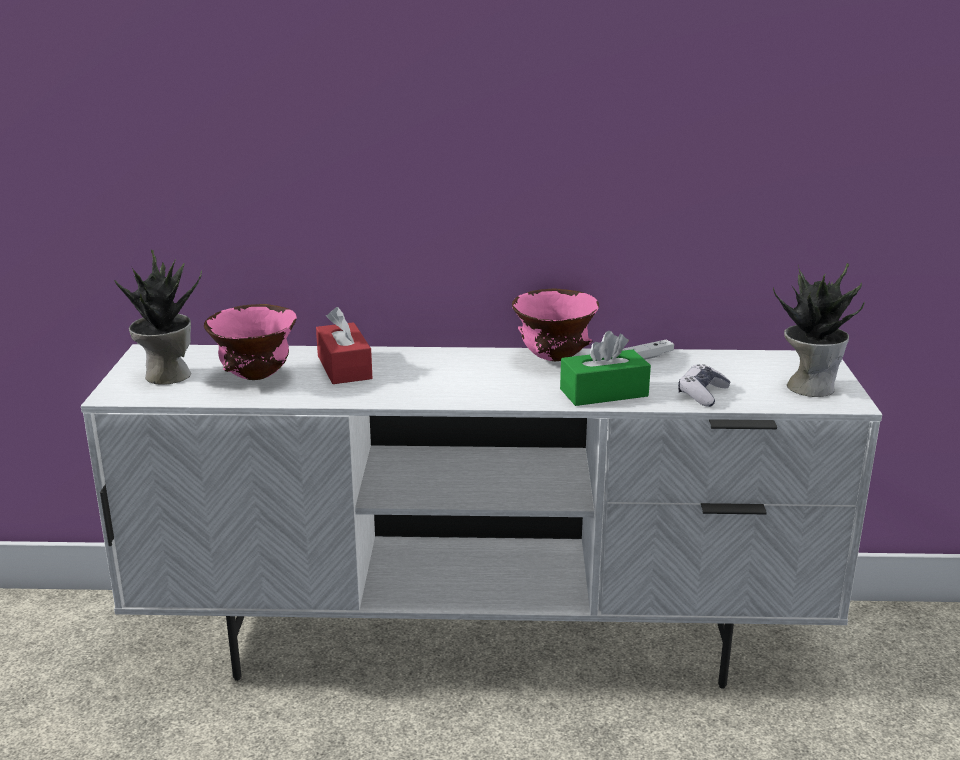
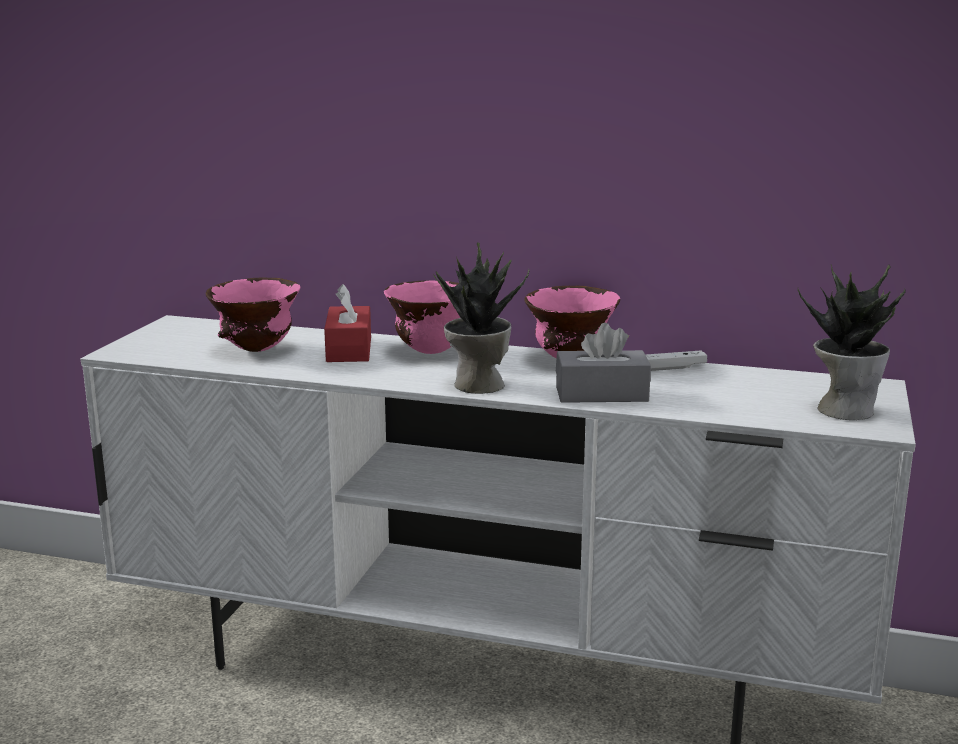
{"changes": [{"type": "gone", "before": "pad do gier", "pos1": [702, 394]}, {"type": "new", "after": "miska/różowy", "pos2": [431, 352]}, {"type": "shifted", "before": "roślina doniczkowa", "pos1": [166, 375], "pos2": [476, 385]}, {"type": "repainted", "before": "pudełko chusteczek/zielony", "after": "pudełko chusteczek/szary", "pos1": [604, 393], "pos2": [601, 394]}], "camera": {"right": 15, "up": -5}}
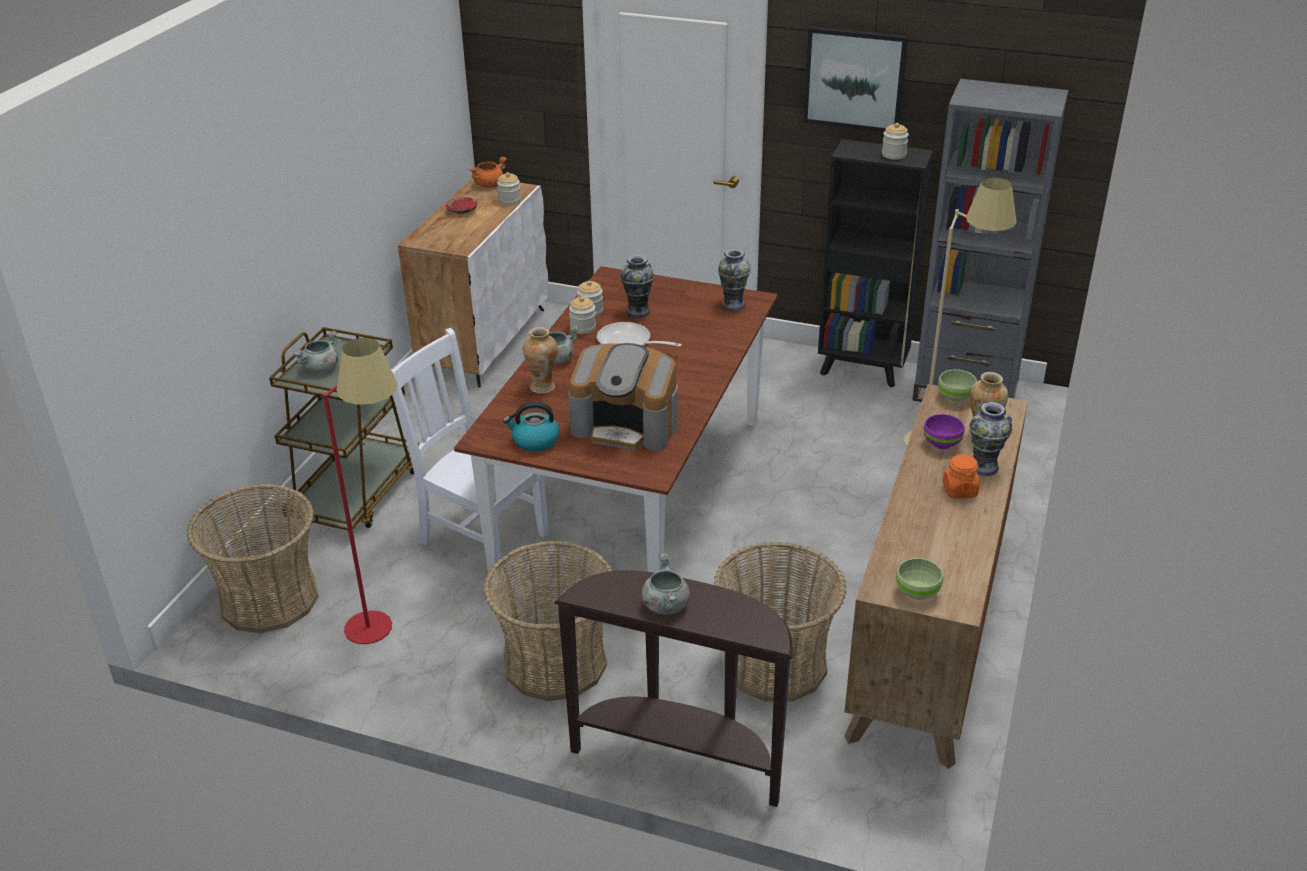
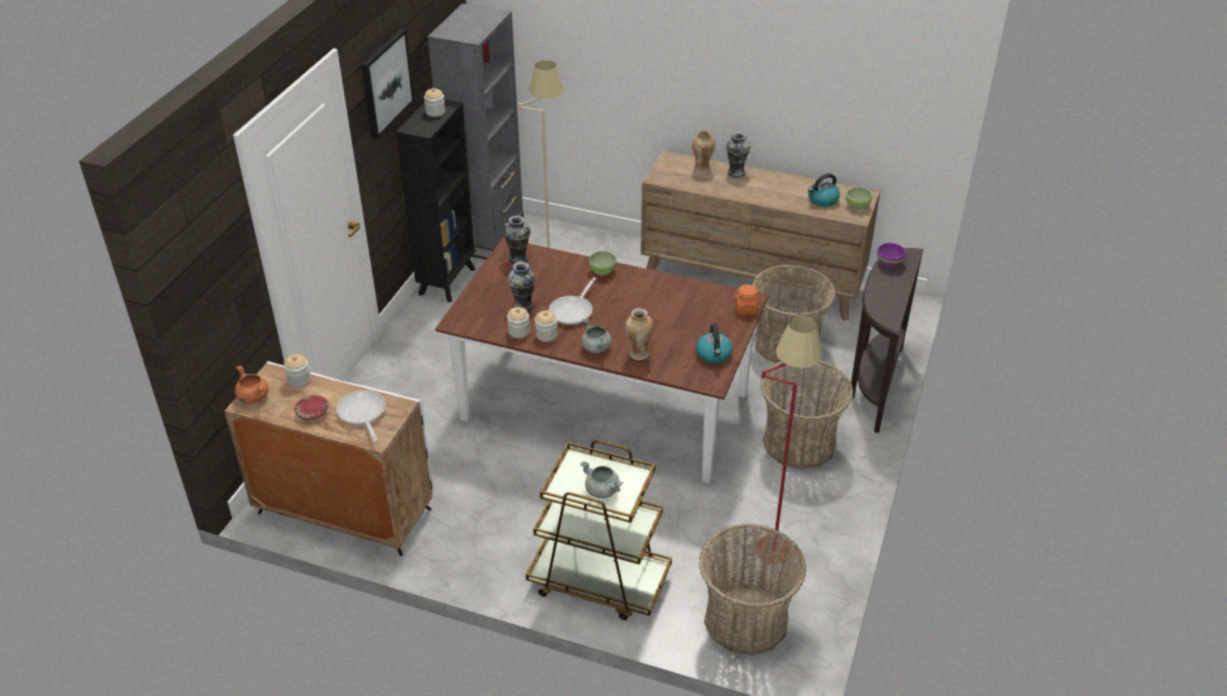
{"changes": [{"type": "gone", "before": "krzesło/biały", "pos1": [480, 536]}, {"type": "gone", "before": "ekspres do kawy", "pos1": [626, 425]}, {"type": "gone", "before": "garnek/szary", "pos1": [665, 605]}, {"type": "new", "after": "patelnia", "pos2": [362, 414]}, {"type": "new", "after": "czajnik", "pos2": [822, 200]}, {"type": "shifted", "before": "miska/fioletowy", "pos1": [941, 443], "pos2": [889, 263]}, {"type": "shifted", "before": "miska/zielony", "pos1": [956, 397], "pos2": [602, 271]}, {"type": "shifted", "before": "słoik/pomarańczowy", "pos1": [959, 490], "pos2": [745, 309]}], "camera": {"right": -90, "up": 5}}
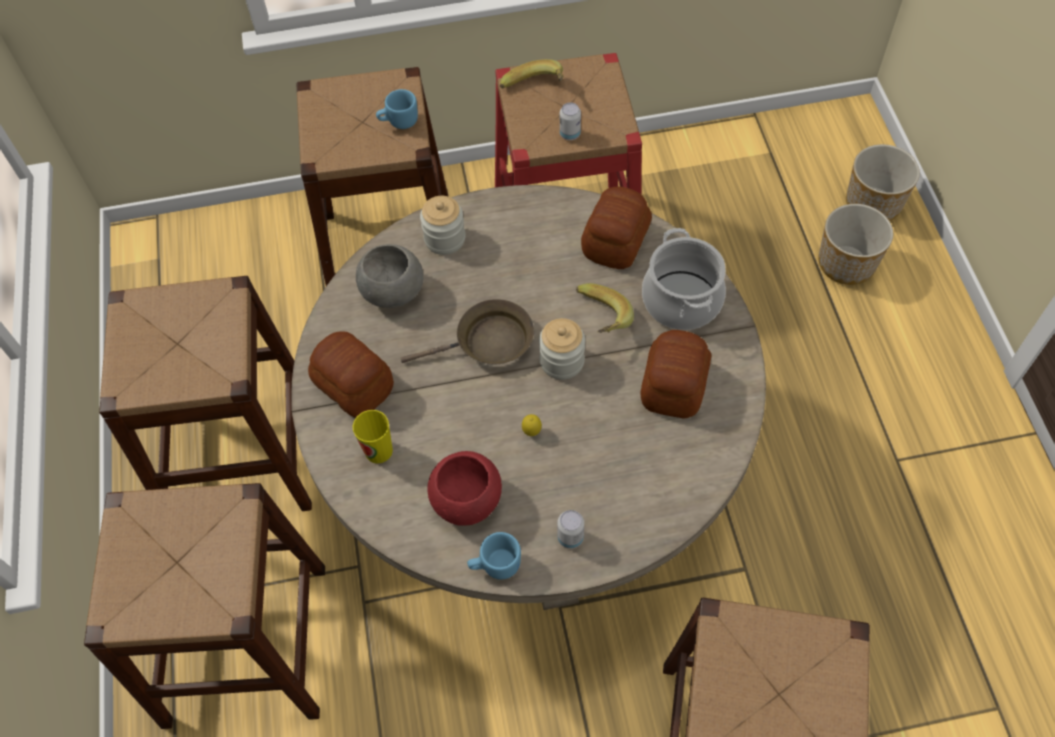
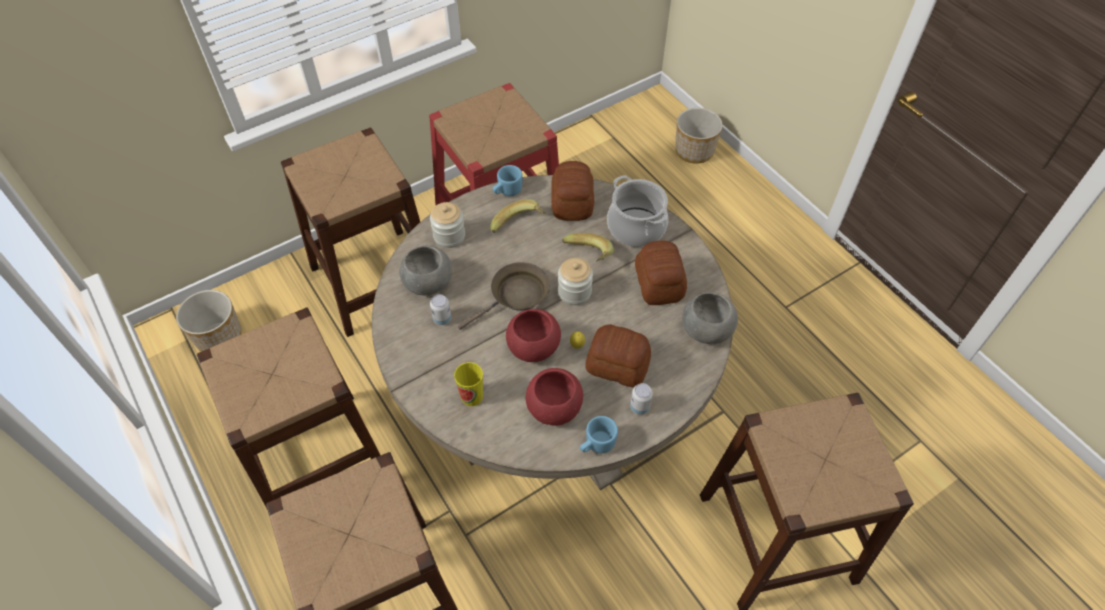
{"changes": [{"type": "new", "after": "miska/czerwony", "pos2": [534, 348]}, {"type": "new", "after": "miska/szary", "pos2": [706, 331]}, {"type": "shifted", "before": "chleb", "pos1": [354, 383], "pos2": [617, 364]}, {"type": "shifted", "before": "kubek/niebieski", "pos1": [398, 121], "pos2": [507, 191]}, {"type": "shifted", "before": "banan", "pos1": [535, 90], "pos2": [519, 226]}, {"type": "shifted", "before": "puszka", "pos1": [570, 134], "pos2": [442, 319]}, {"type": "shifted", "before": "donica", "pos1": [847, 264], "pos2": [219, 337]}], "camera": {"right": -25, "up": -5}}
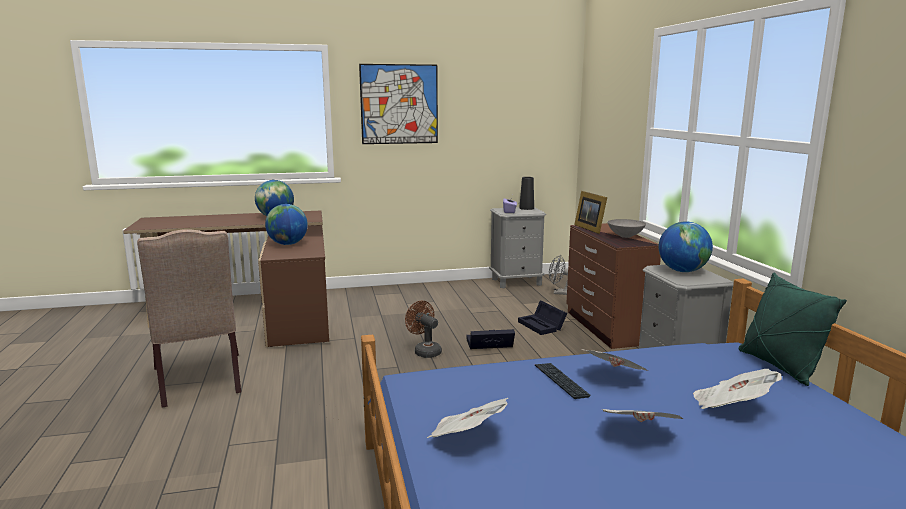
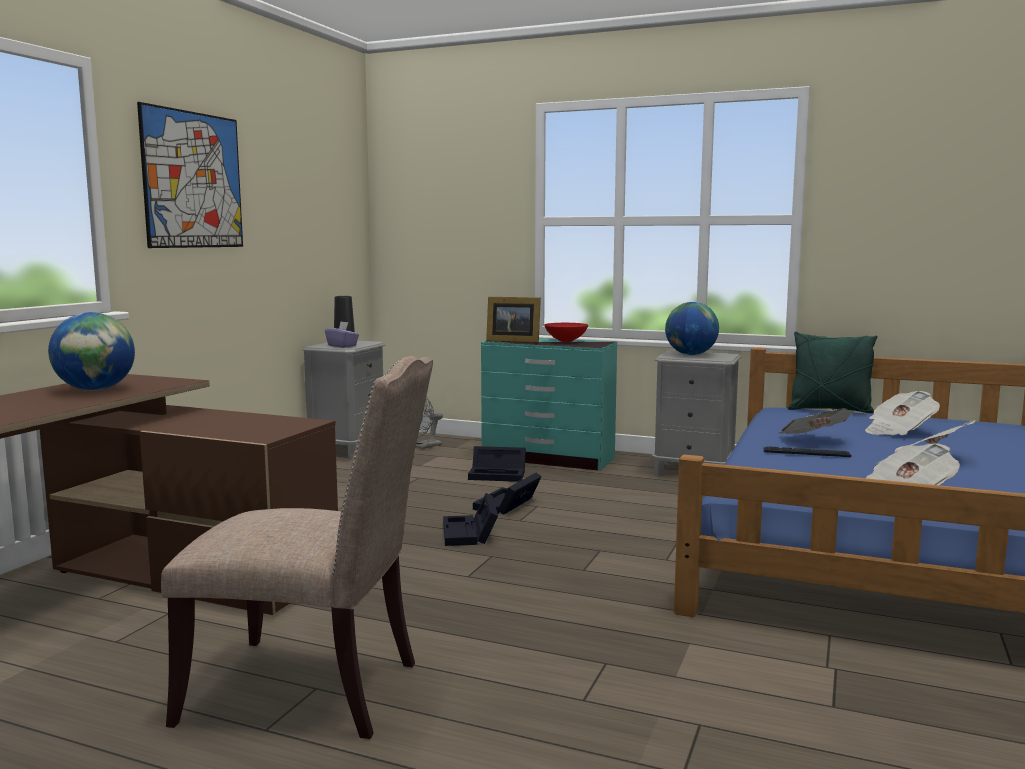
{"changes": [{"type": "gone", "before": "globus", "pos1": [287, 244]}, {"type": "swapped", "before": "wentylator/brązowy", "after": "pojemnik do przechowywania/czarny", "pos1": [425, 351], "pos2": [470, 534]}, {"type": "repainted", "before": "komoda/brązowy", "after": "komoda/turkusowy", "pos1": [605, 327], "pos2": [548, 458]}, {"type": "repainted", "before": "miska/szary", "after": "miska/czerwony", "pos1": [626, 236], "pos2": [566, 341]}], "camera": {"right": -55, "up": -5}}
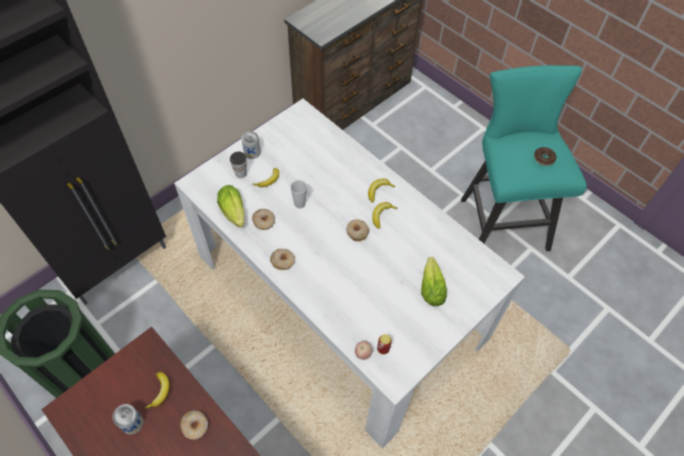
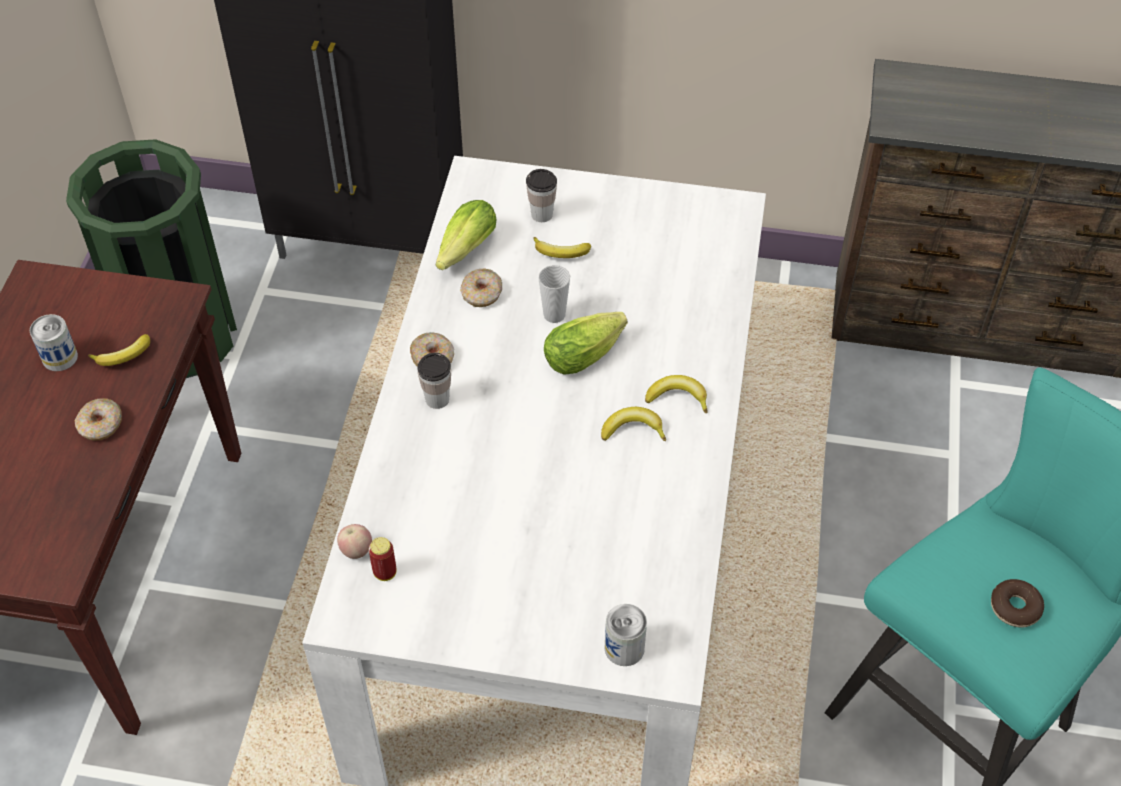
{"changes": [{"type": "gone", "before": "donut", "pos1": [357, 232]}, {"type": "new", "after": "filiżanka", "pos2": [437, 399]}, {"type": "shifted", "before": "puszka", "pos1": [252, 152], "pos2": [624, 648]}, {"type": "shifted", "before": "sałata", "pos1": [431, 286], "pos2": [587, 353]}], "camera": {"right": 55, "up": -5}}
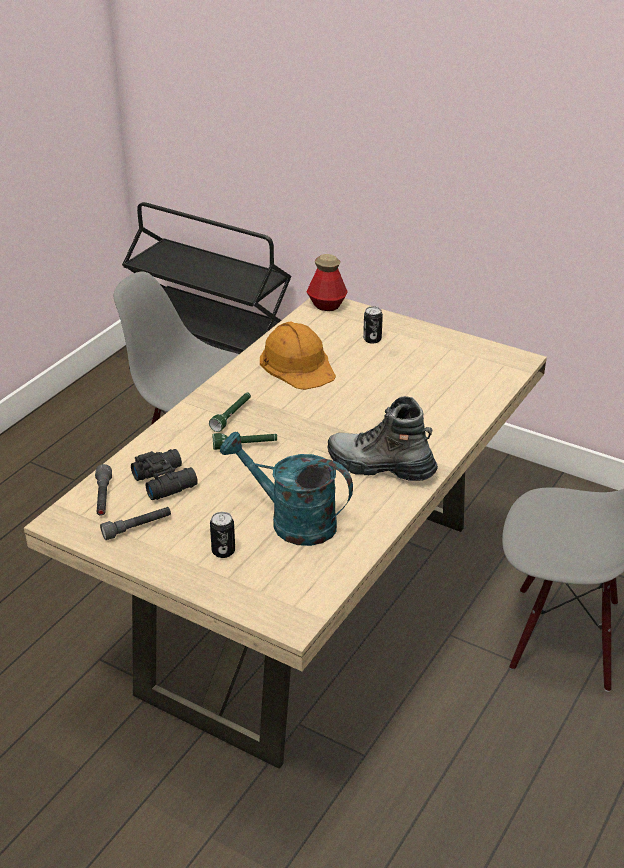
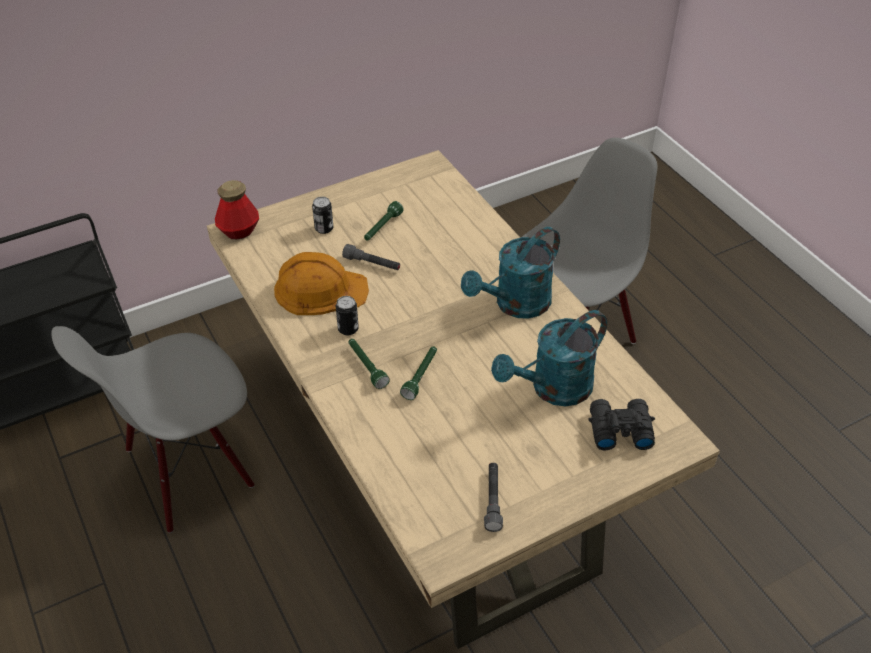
{"changes": [{"type": "new", "after": "latarka/zielony", "pos2": [382, 227]}, {"type": "shifted", "before": "latarka/szary", "pos1": [103, 497], "pos2": [372, 264]}, {"type": "shifted", "before": "lornetka/czarny", "pos1": [165, 481], "pos2": [618, 429]}, {"type": "shifted", "before": "puszka", "pos1": [223, 551], "pos2": [348, 329]}, {"type": "swapped", "before": "but z cholewką", "after": "konewka/turkusowy", "pos1": [380, 466], "pos2": [515, 305]}], "camera": {"right": -60, "up": 10}}
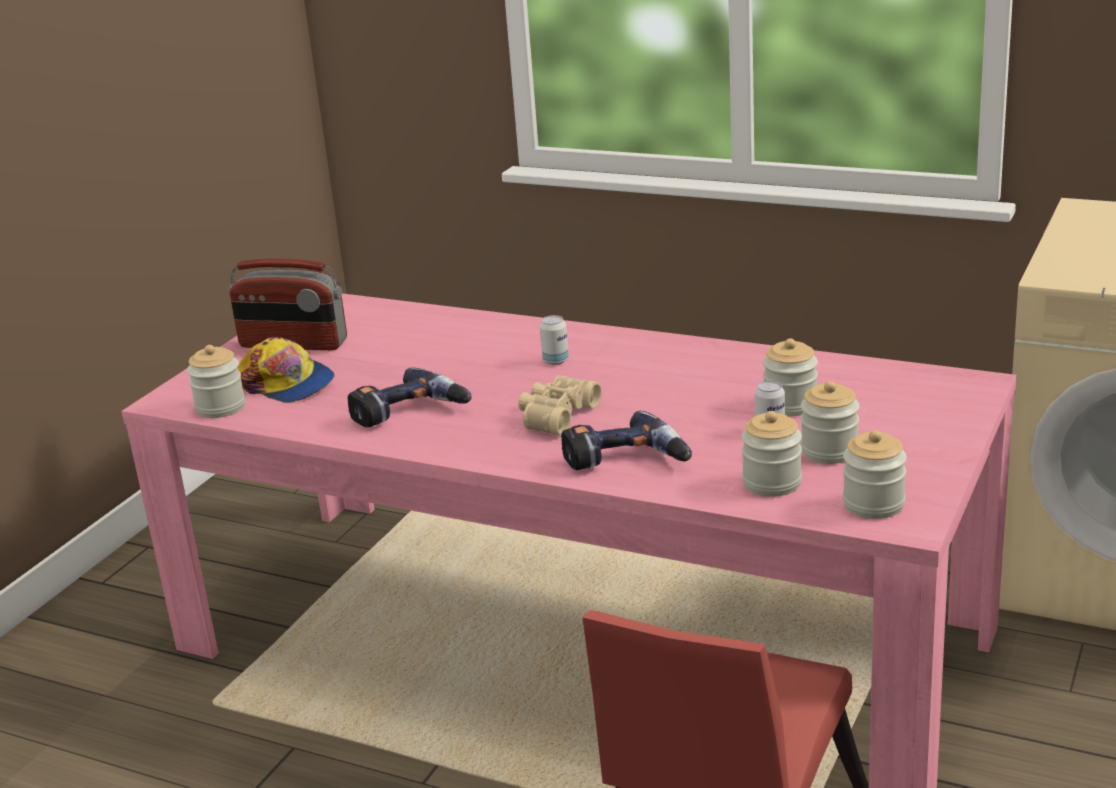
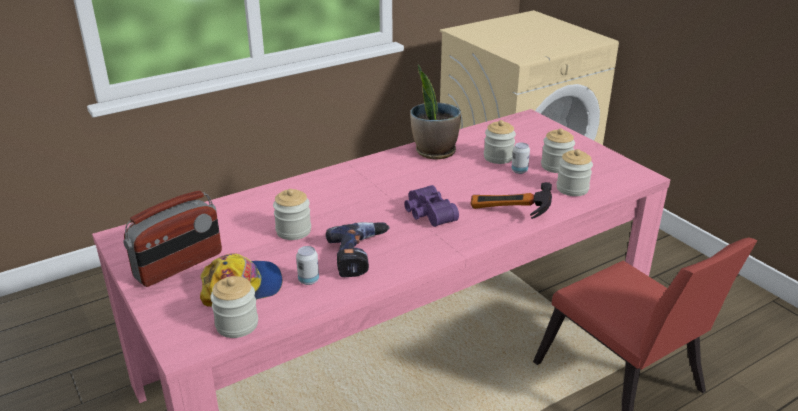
{"changes": [{"type": "new", "after": "roślina doniczkowa", "pos2": [434, 151]}, {"type": "shifted", "before": "puszka", "pos1": [555, 361], "pos2": [308, 280]}, {"type": "shifted", "before": "słoik", "pos1": [873, 504], "pos2": [293, 231]}, {"type": "swapped", "before": "wiertarka", "after": "młotek", "pos1": [626, 463], "pos2": [509, 214]}, {"type": "repainted", "before": "lornetka/beżowy", "after": "lornetka/fioletowy", "pos1": [555, 416], "pos2": [427, 214]}], "camera": {"right": -60, "up": 5}}
